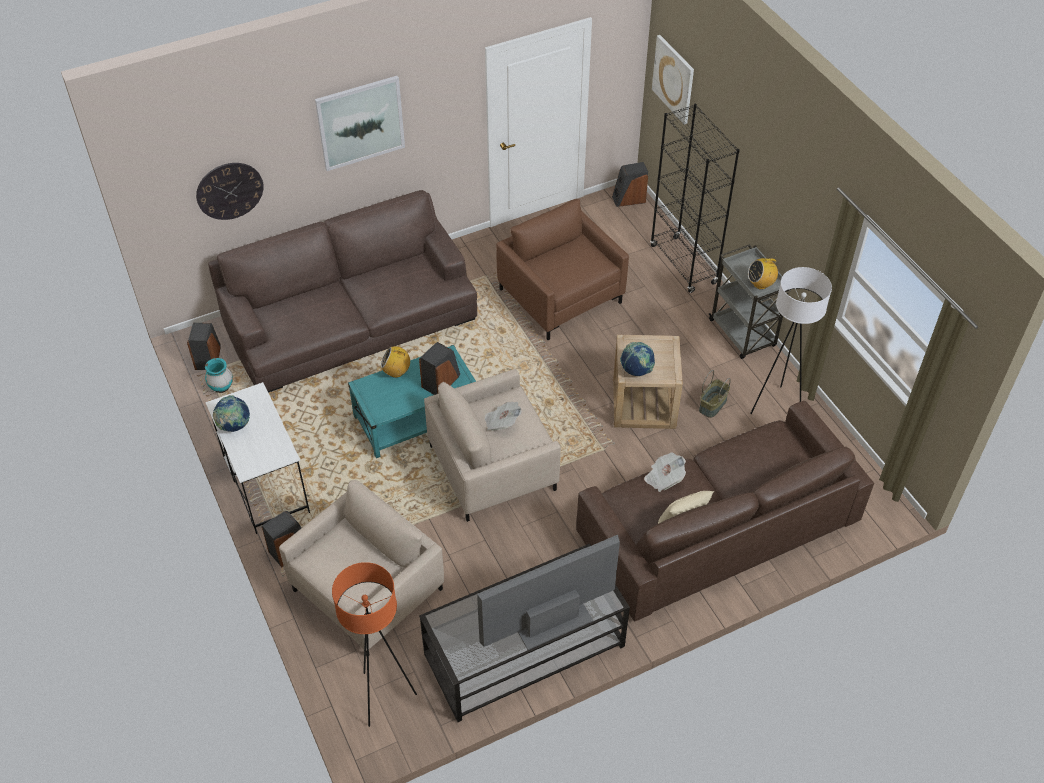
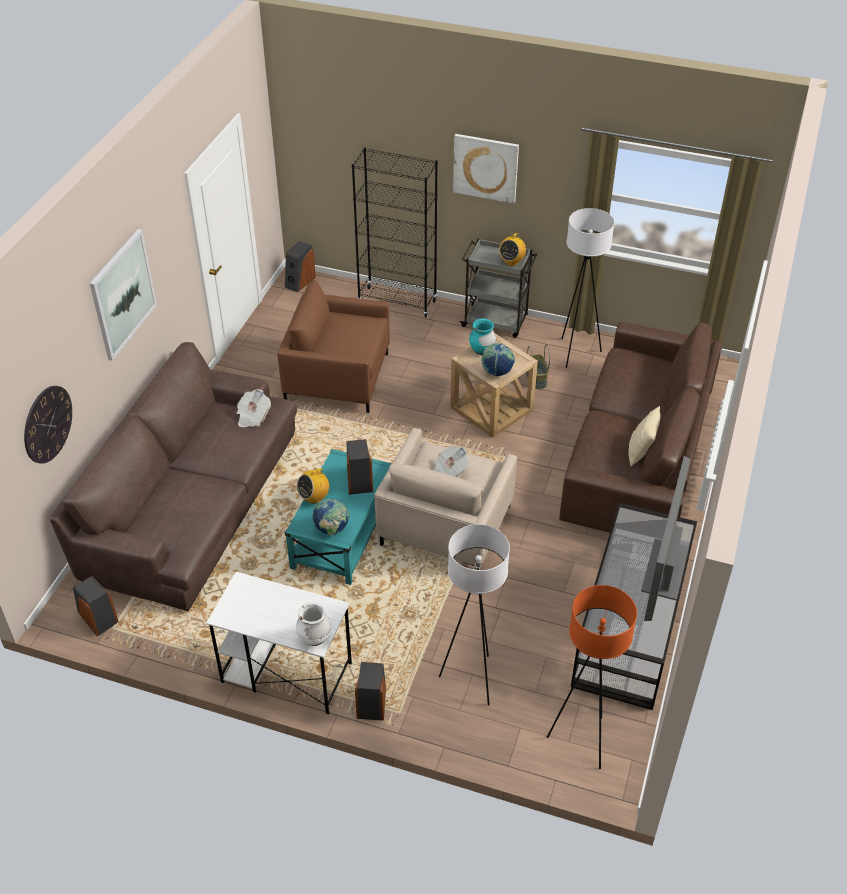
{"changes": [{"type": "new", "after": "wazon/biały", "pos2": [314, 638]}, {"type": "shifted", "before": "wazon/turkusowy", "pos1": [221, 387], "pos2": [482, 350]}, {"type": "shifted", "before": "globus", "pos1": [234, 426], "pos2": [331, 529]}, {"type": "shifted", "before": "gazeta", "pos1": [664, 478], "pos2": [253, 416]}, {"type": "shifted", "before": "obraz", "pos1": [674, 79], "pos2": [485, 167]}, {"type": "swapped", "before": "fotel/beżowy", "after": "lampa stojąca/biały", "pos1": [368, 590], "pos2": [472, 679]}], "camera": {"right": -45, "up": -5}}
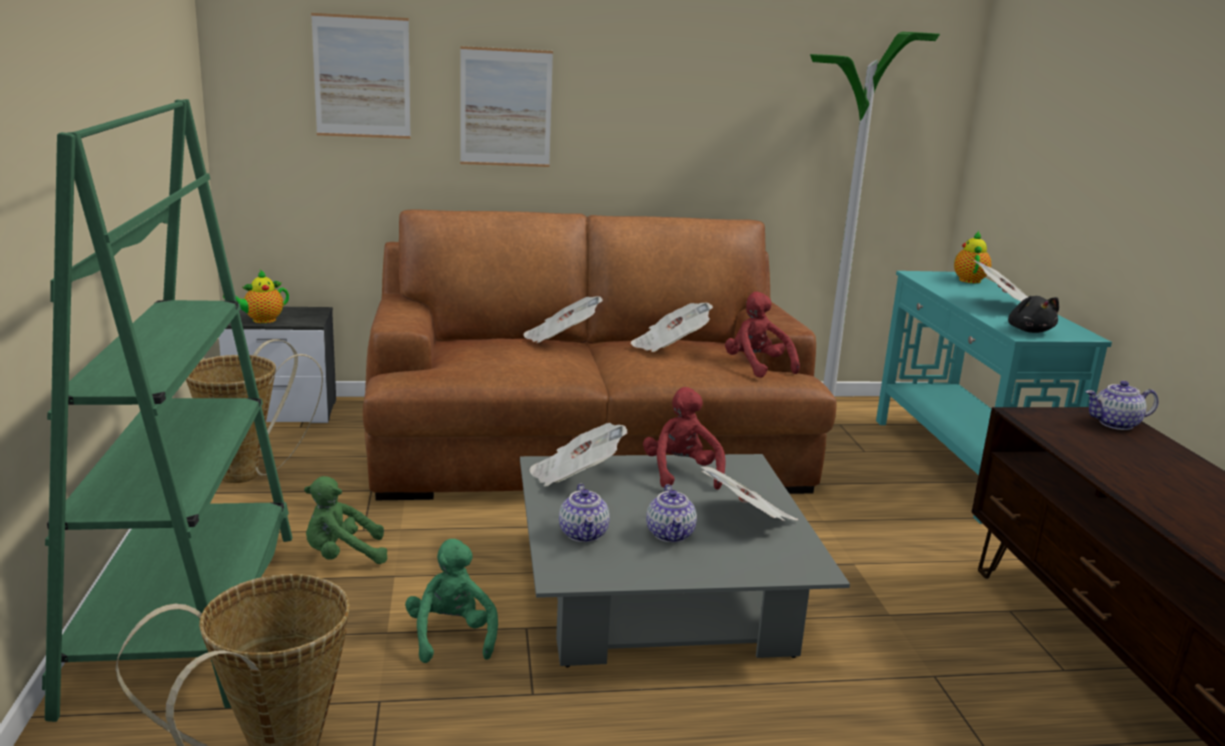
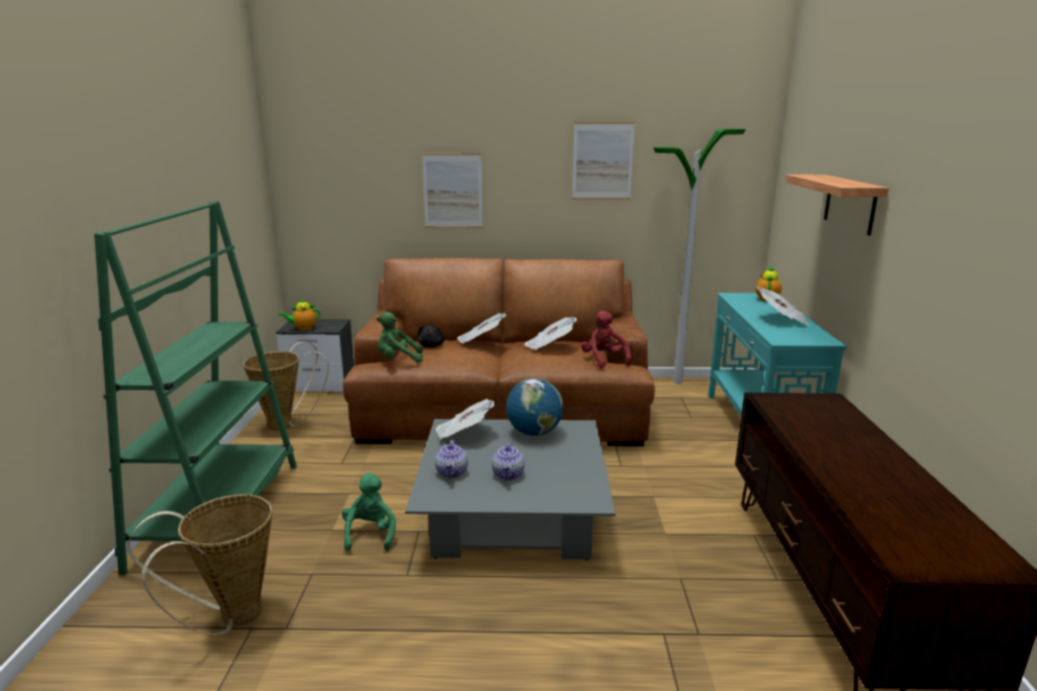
{"changes": [{"type": "gone", "before": "gazeta", "pos1": [746, 519]}, {"type": "gone", "before": "imbryk", "pos1": [1115, 424]}, {"type": "new", "after": "półka", "pos2": [850, 203]}, {"type": "shifted", "before": "pluszak/zielony", "pos1": [342, 556], "pos2": [398, 359]}, {"type": "shifted", "before": "obraz", "pos1": [362, 77], "pos2": [602, 161]}, {"type": "shifted", "before": "pluszak/czarny", "pos1": [1029, 331], "pos2": [432, 345]}, {"type": "swapped", "before": "pluszak/czerwony", "after": "globus", "pos1": [681, 473], "pos2": [534, 433]}], "camera": {"right": 10, "up": 0}}
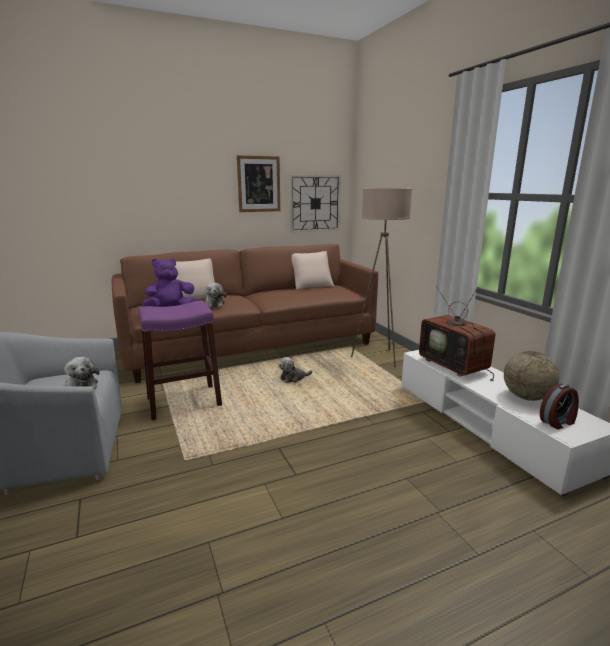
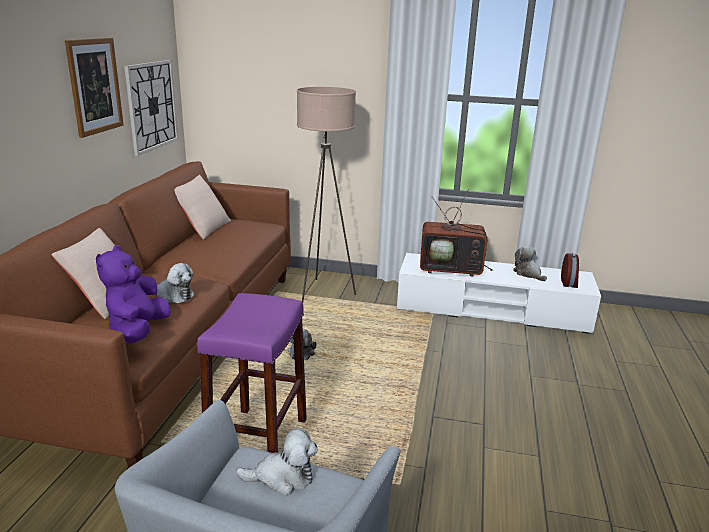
{"changes": [{"type": "swapped", "before": "globus", "after": "pluszak", "pos1": [526, 397], "pos2": [528, 274]}], "camera": {"right": -55, "up": 5}}
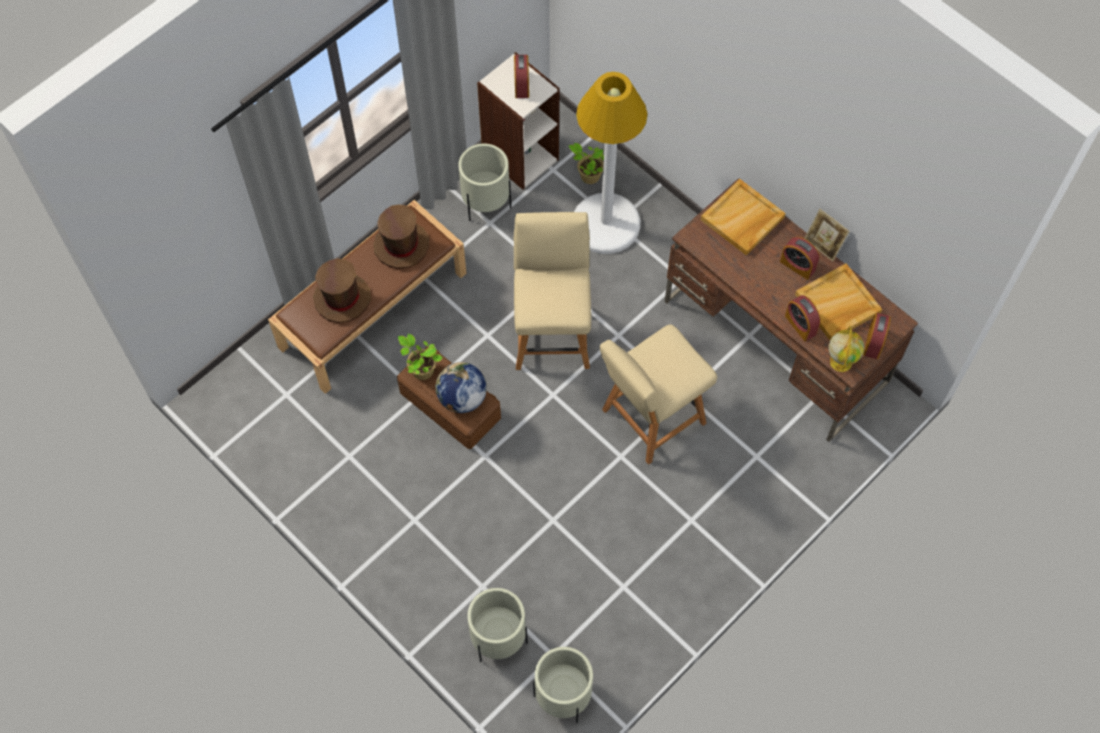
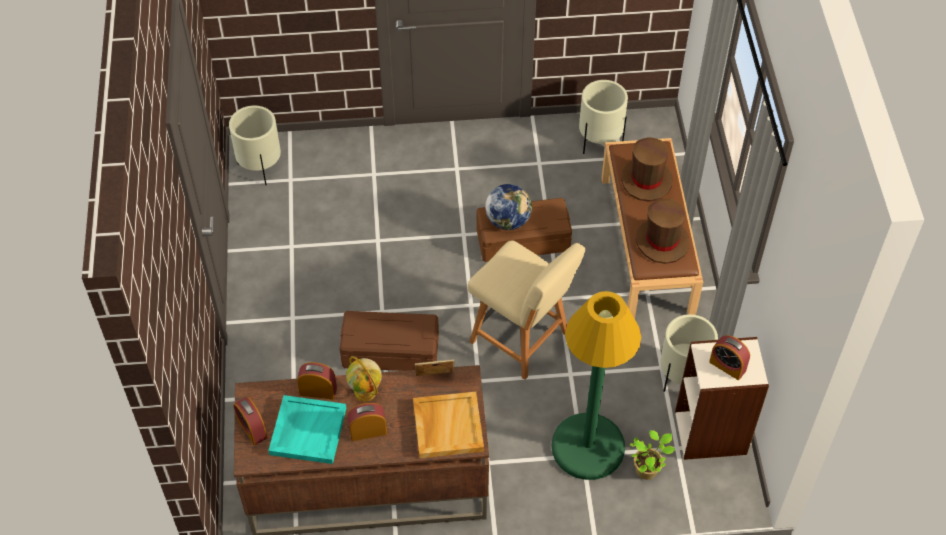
{"changes": [{"type": "gone", "before": "roślina doniczkowa", "pos1": [421, 370]}, {"type": "shifted", "before": "donica/beżowy", "pos1": [499, 639], "pos2": [599, 142]}, {"type": "shifted", "before": "ramka na zdjęcie", "pos1": [823, 246], "pos2": [435, 379]}, {"type": "shifted", "before": "globus", "pos1": [840, 361], "pos2": [366, 392]}, {"type": "swapped", "before": "krzesło/beżowy", "after": "pojemnik do przechowywania/brązowy", "pos1": [650, 418], "pos2": [391, 350]}, {"type": "repainted", "before": "lampa stojąca/biały", "after": "lampa stojąca/zielony", "pos1": [606, 224], "pos2": [587, 447]}, {"type": "repainted", "before": "taca/beżowy", "after": "taca/turkusowy", "pos1": [837, 304], "pos2": [307, 430]}], "camera": {"right": 130, "up": -10}}
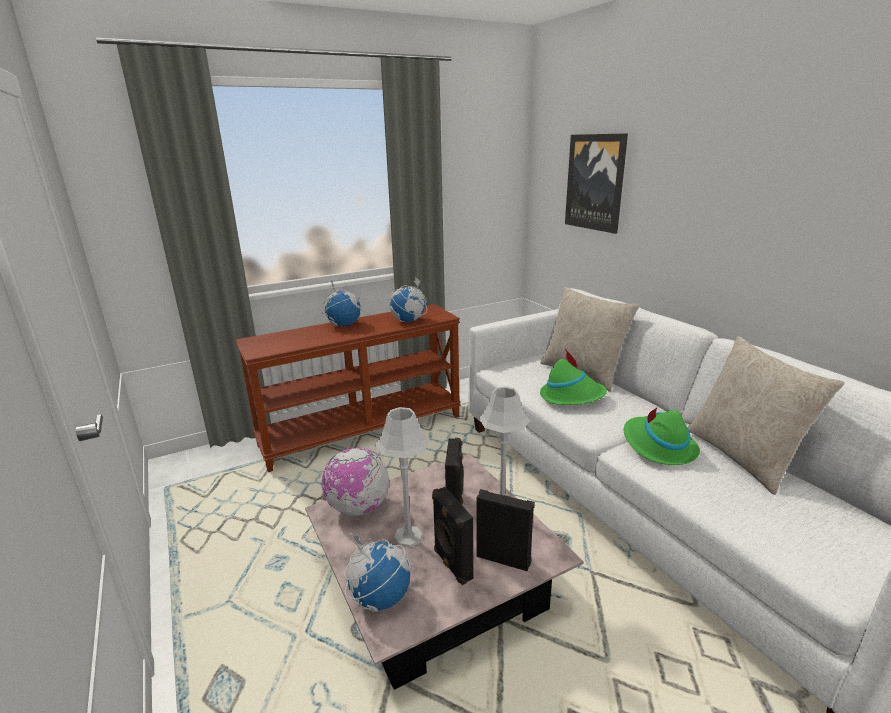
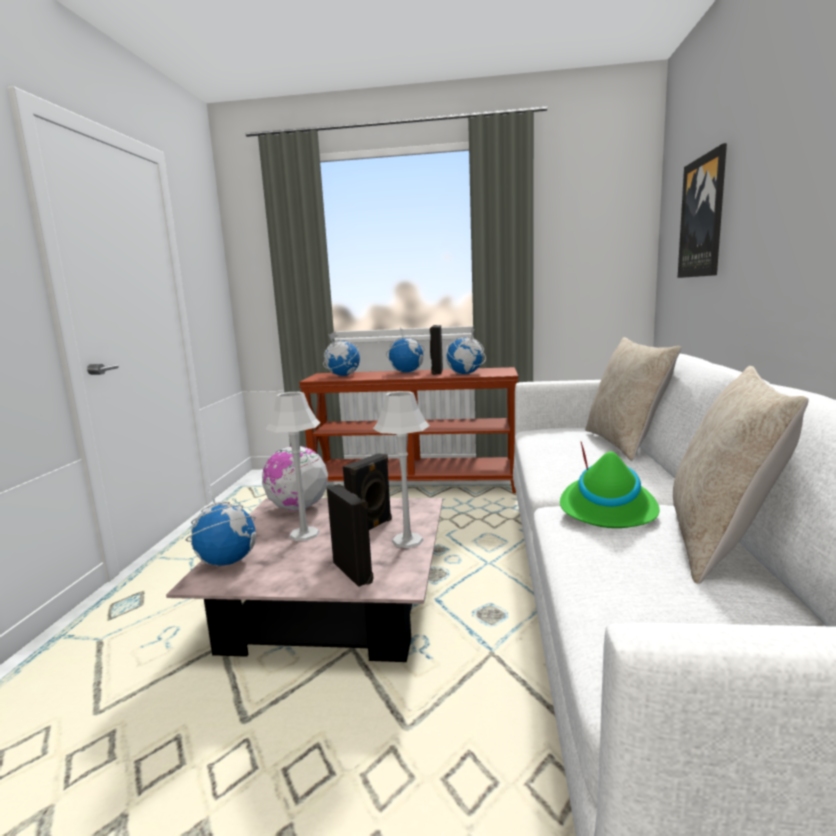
{"changes": [{"type": "gone", "before": "kapelusz/zielony", "pos1": [571, 396]}, {"type": "new", "after": "globus", "pos2": [342, 375]}, {"type": "shifted", "before": "głośnik/czarny", "pos1": [451, 564], "pos2": [436, 372]}], "camera": {"right": 35, "up": -10}}
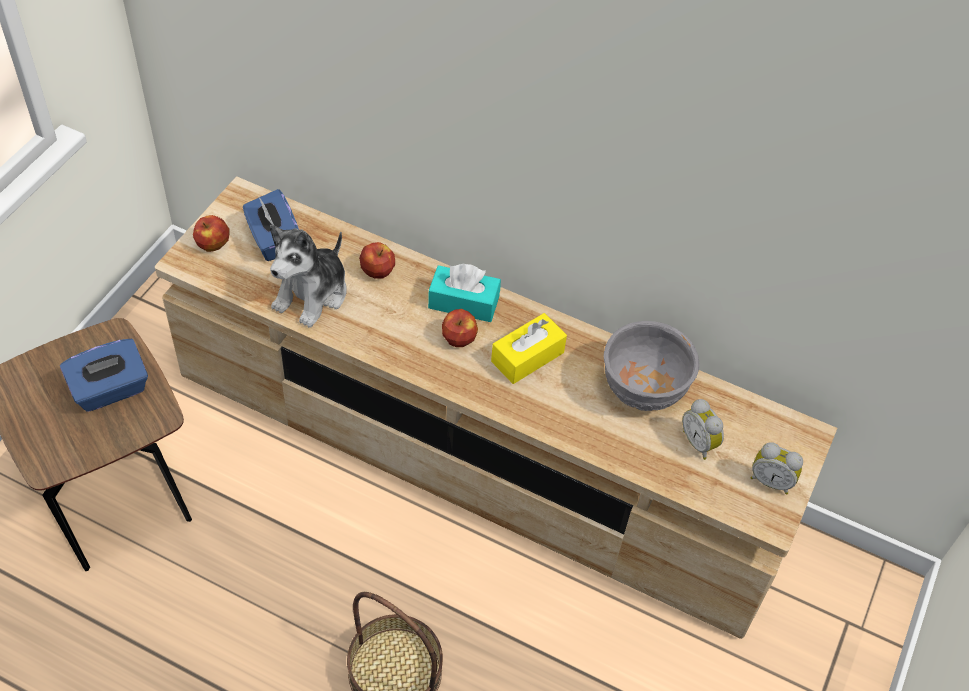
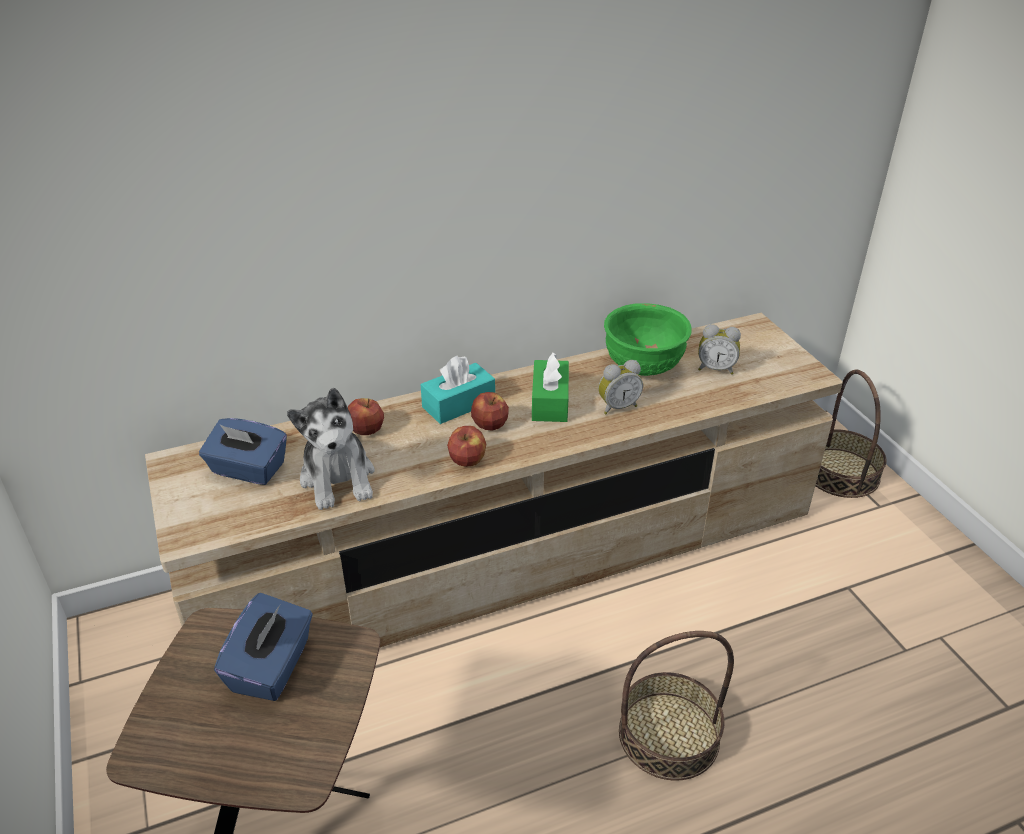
{"changes": [{"type": "new", "after": "koszyk", "pos2": [841, 473]}, {"type": "shifted", "before": "jabłko", "pos1": [213, 244], "pos2": [468, 460]}, {"type": "shifted", "before": "budzik", "pos1": [771, 480], "pos2": [617, 406]}, {"type": "repainted", "before": "pudełko chusteczek/żółty", "after": "pudełko chusteczek/zielony", "pos1": [527, 357], "pos2": [550, 402]}, {"type": "repainted", "before": "miska/szary", "after": "miska/zielony", "pos1": [642, 390], "pos2": [642, 368]}], "camera": {"right": -45, "up": -15}}
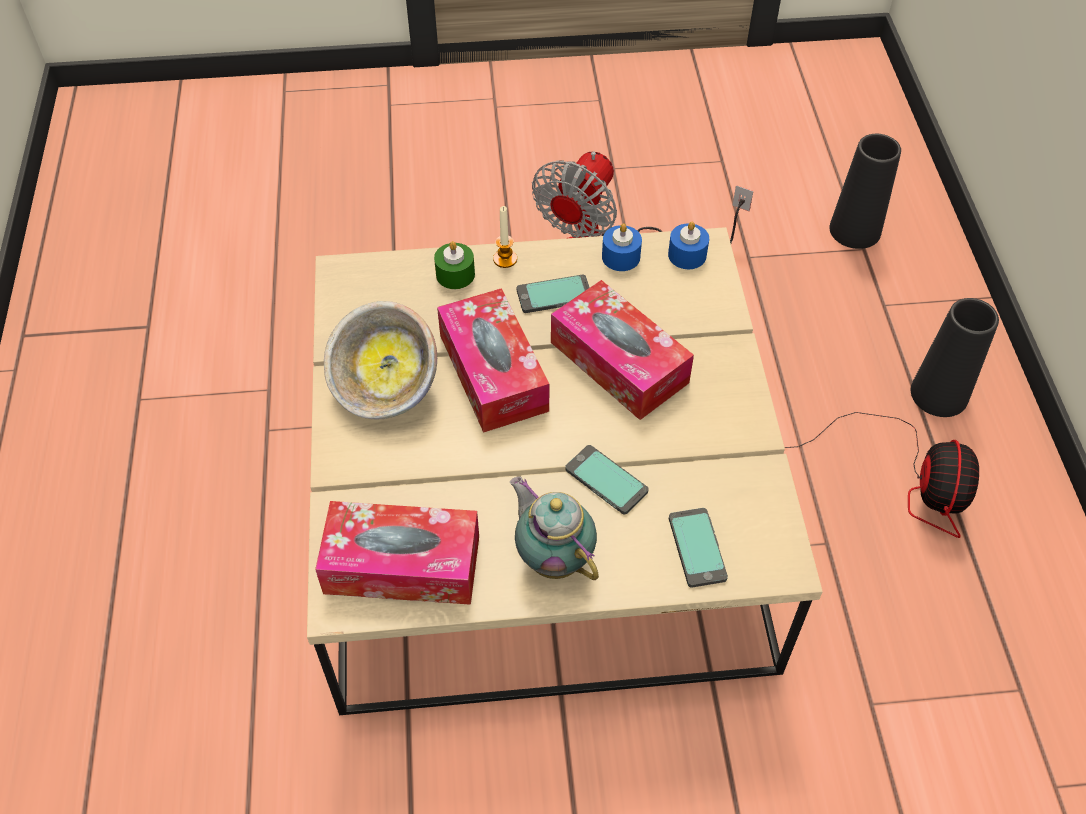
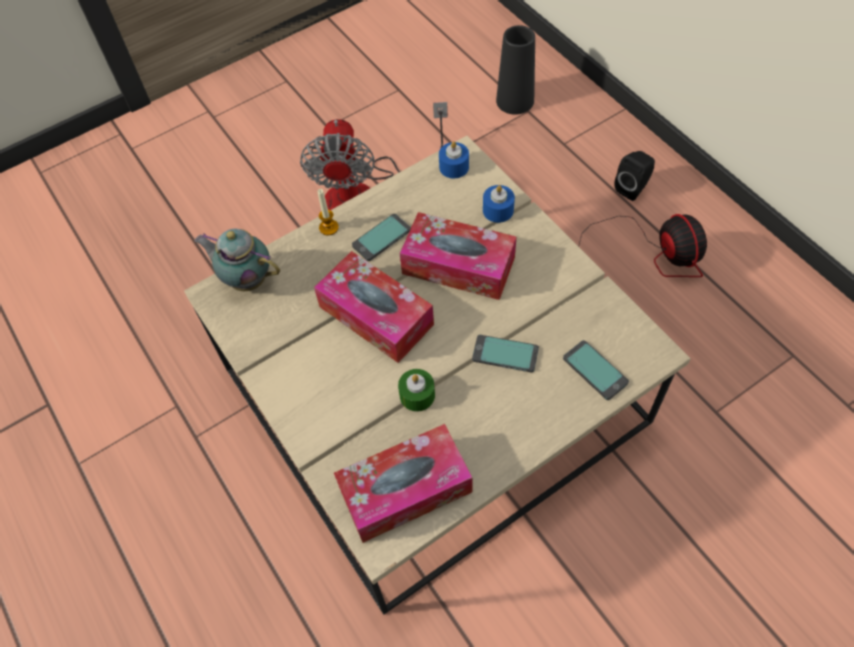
{"changes": [{"type": "gone", "before": "miska", "pos1": [386, 389]}, {"type": "shifted", "before": "świeca/zielony", "pos1": [455, 274], "pos2": [417, 395]}, {"type": "shifted", "before": "imbryk", "pos1": [553, 557], "pos2": [246, 279]}, {"type": "shifted", "before": "świeca/niebieski", "pos1": [621, 257], "pos2": [498, 210]}, {"type": "swapped", "before": "wazon/czarny", "after": "głośnik/czarny", "pos1": [939, 394], "pos2": [633, 188]}], "camera": {"right": -25, "up": 5}}
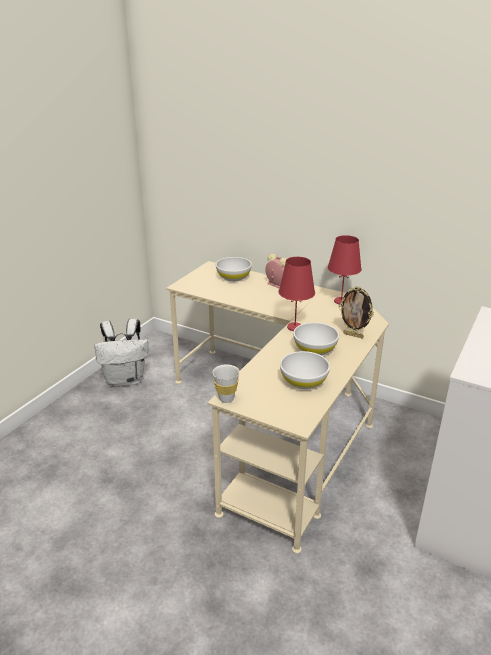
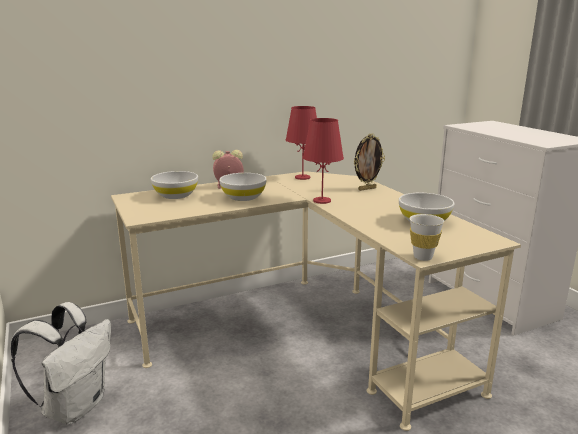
{"changes": [{"type": "shifted", "before": "miska/biały", "pos1": [315, 349], "pos2": [243, 197]}], "camera": {"right": -55, "up": -10}}
